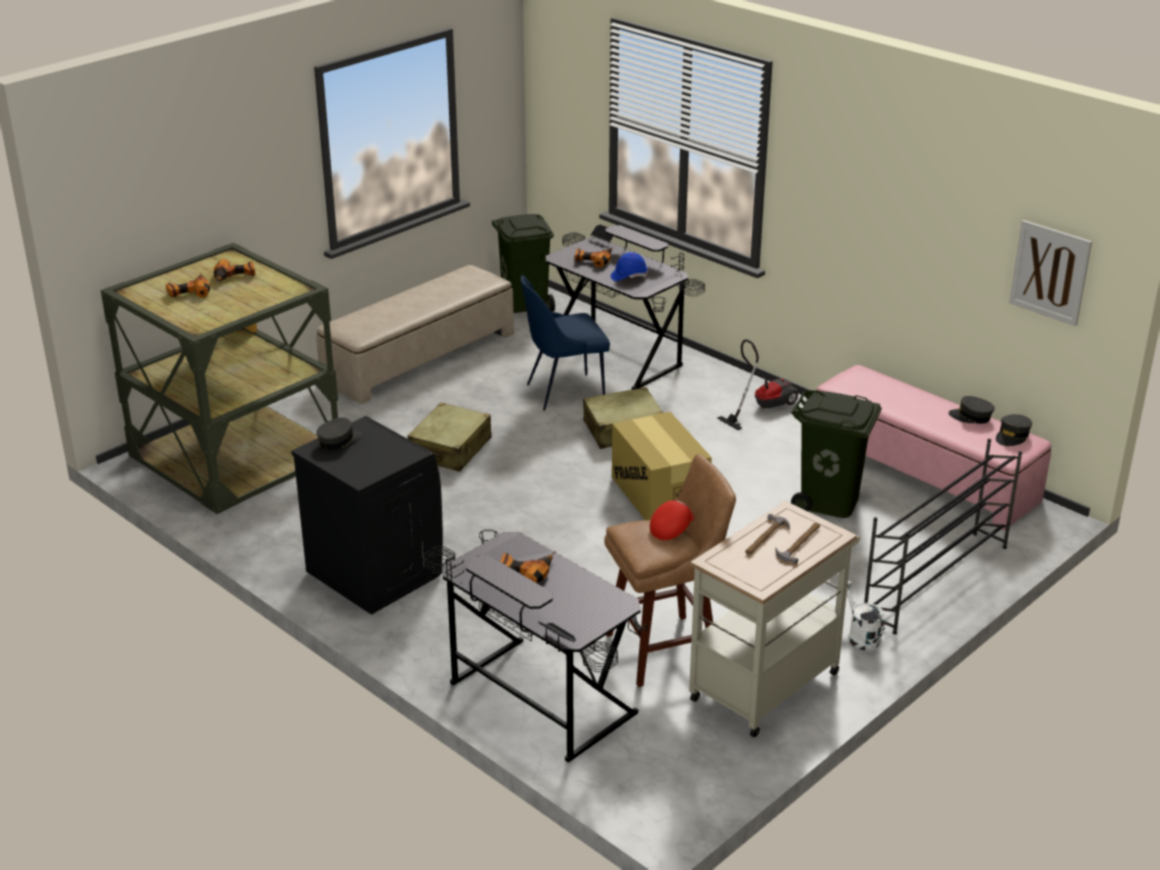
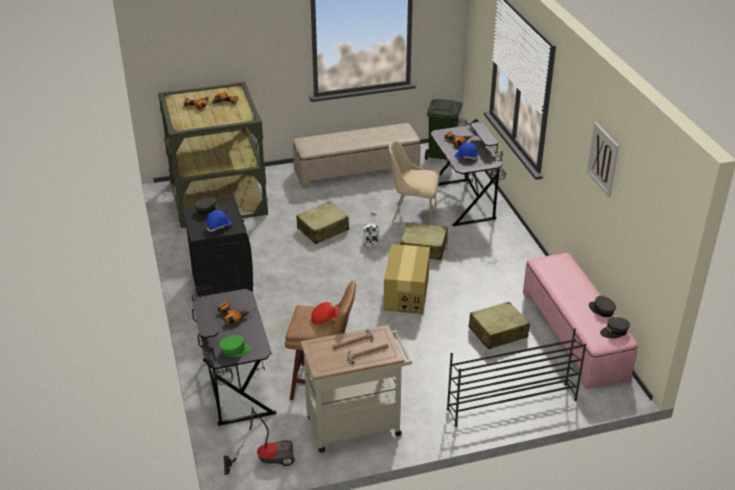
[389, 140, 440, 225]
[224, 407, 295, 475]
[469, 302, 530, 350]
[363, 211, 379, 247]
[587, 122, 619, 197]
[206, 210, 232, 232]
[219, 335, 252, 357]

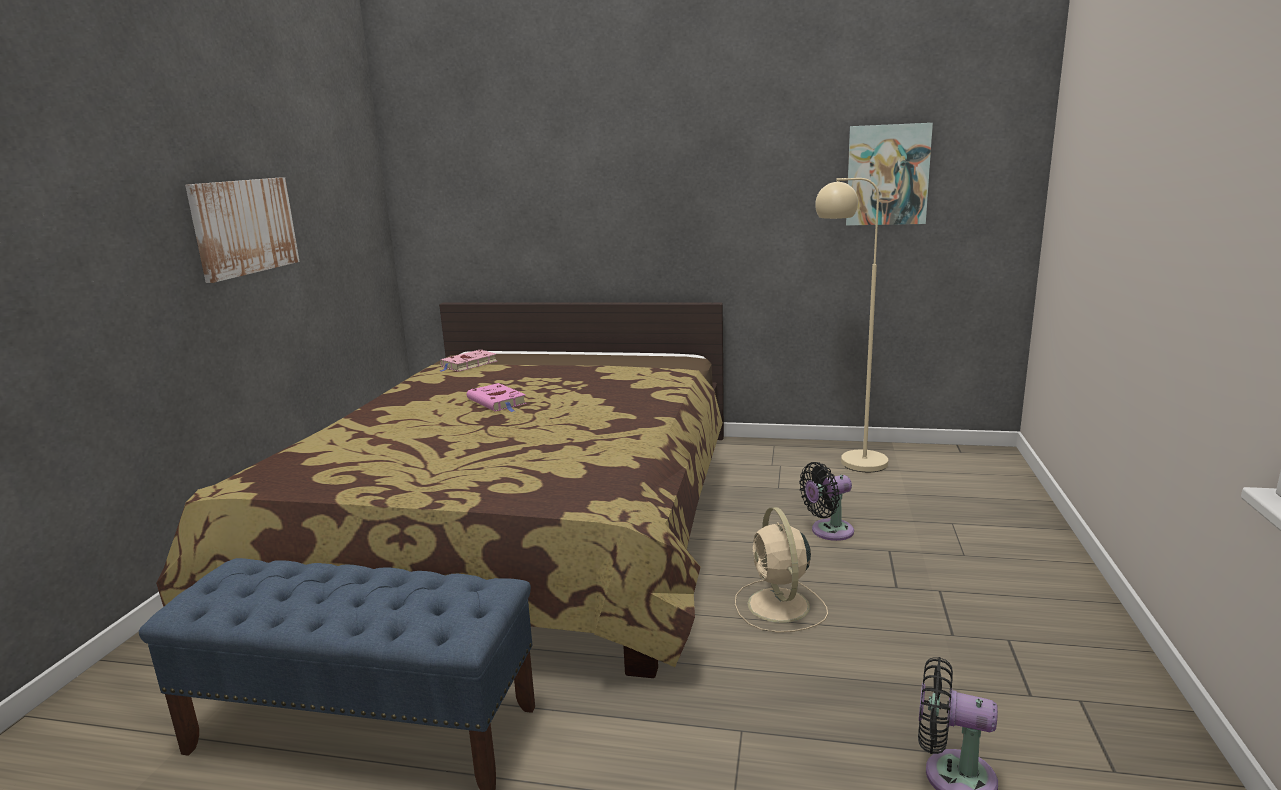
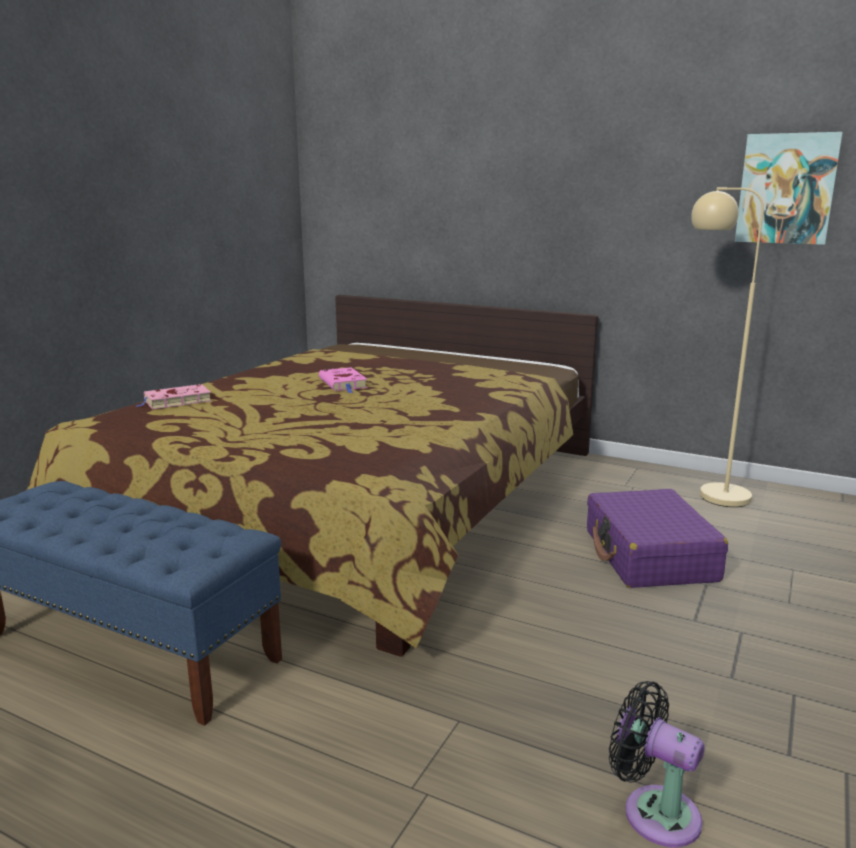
[185, 177, 300, 283] (first image)
[136, 384, 212, 409]
[735, 507, 828, 633] (first image)
[587, 489, 728, 588]

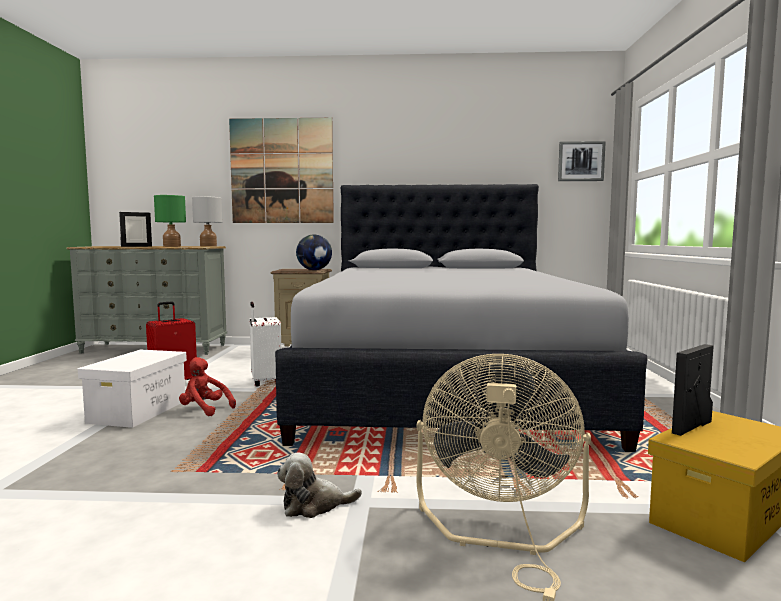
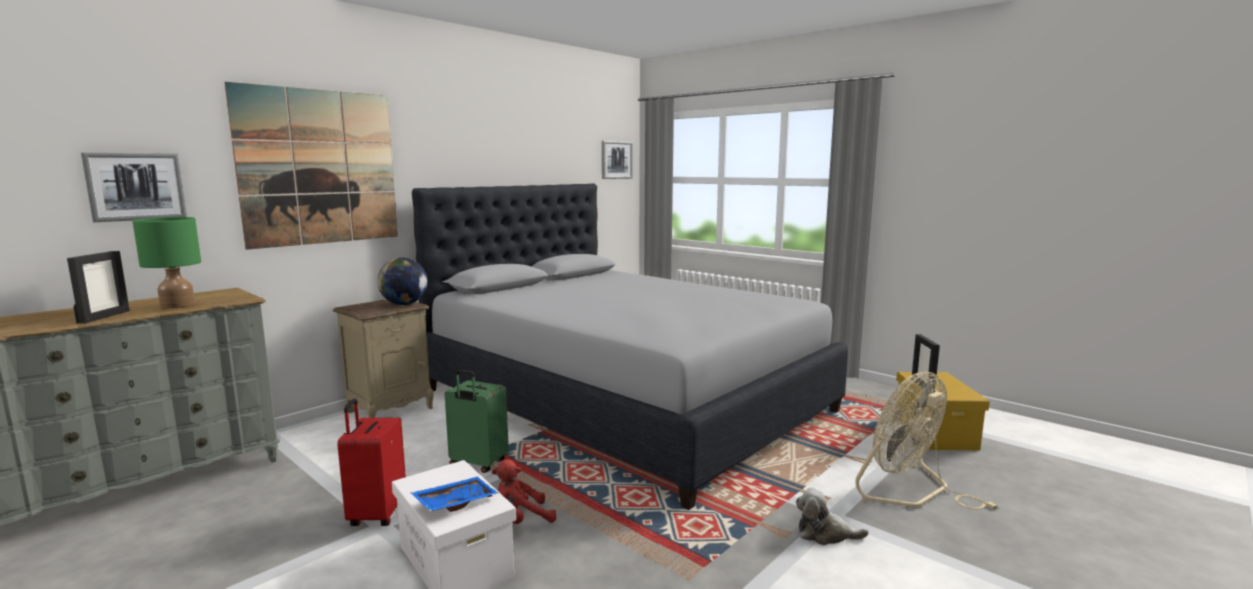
[192, 196, 222, 246] (first image)
[445, 369, 509, 473]
[796, 488, 869, 545]
[81, 152, 187, 222]
[411, 477, 498, 512]

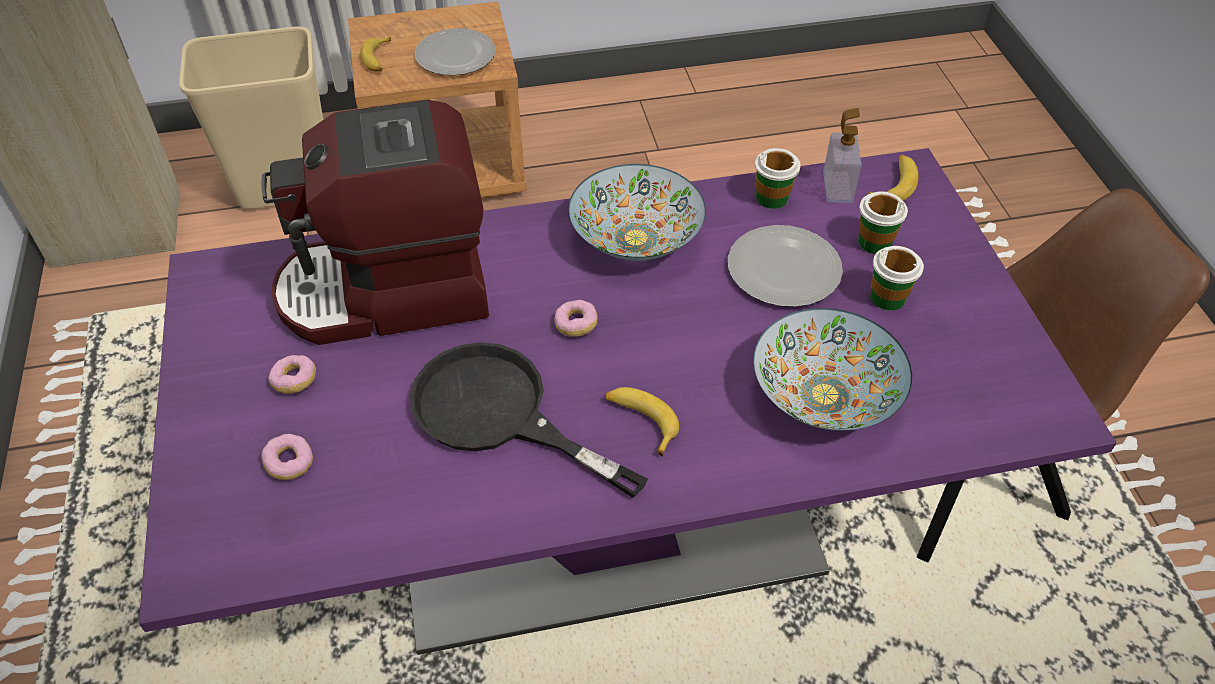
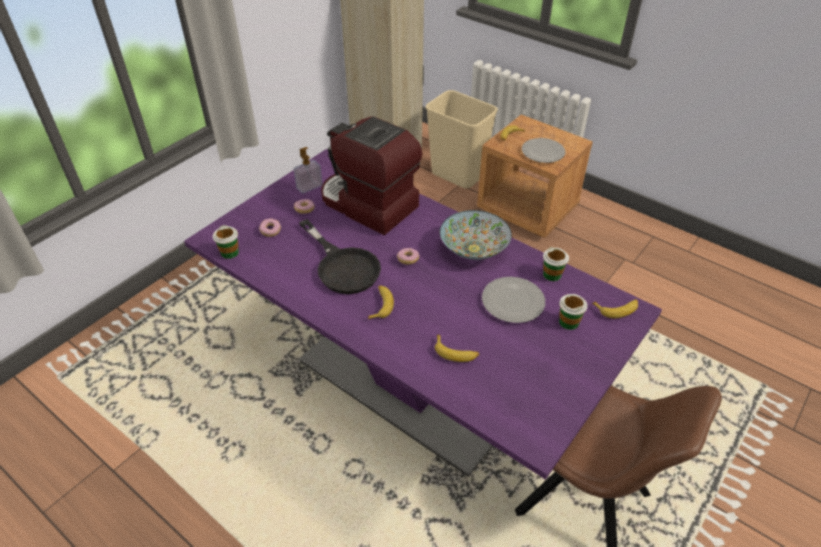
[299, 219, 381, 294]
[435, 334, 479, 362]
[293, 147, 323, 194]
[213, 225, 239, 259]

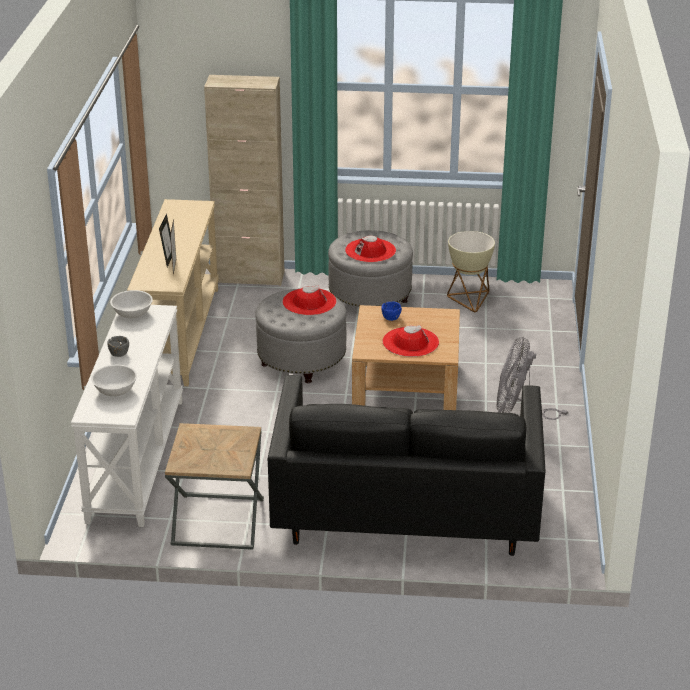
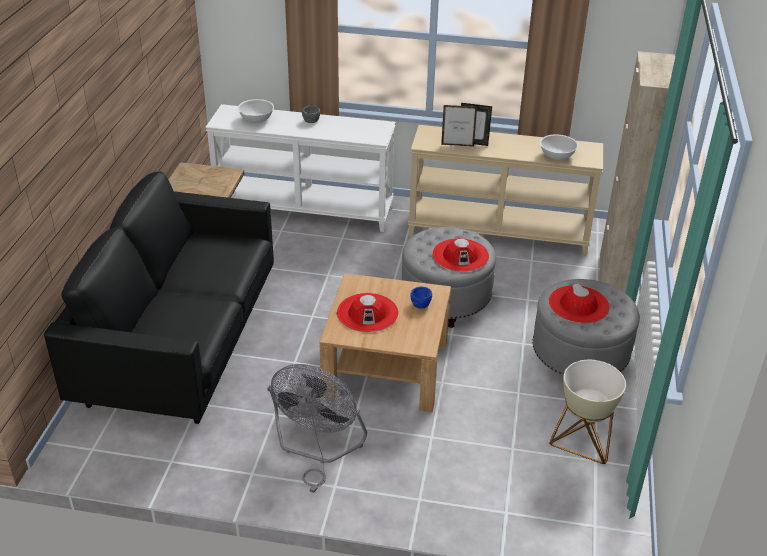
[540, 134, 578, 160]

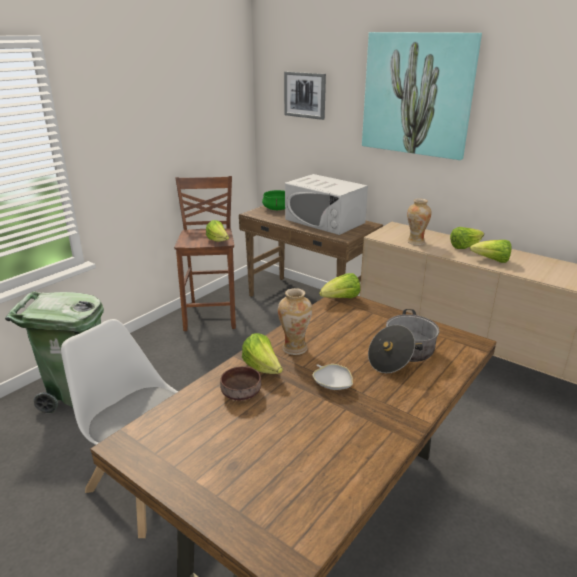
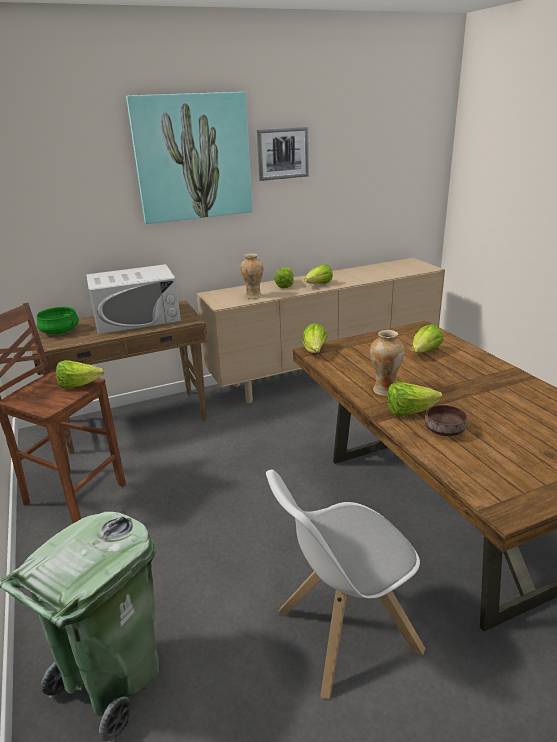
[257, 127, 309, 181]
[313, 364, 353, 390] (first image)
[412, 324, 444, 353]

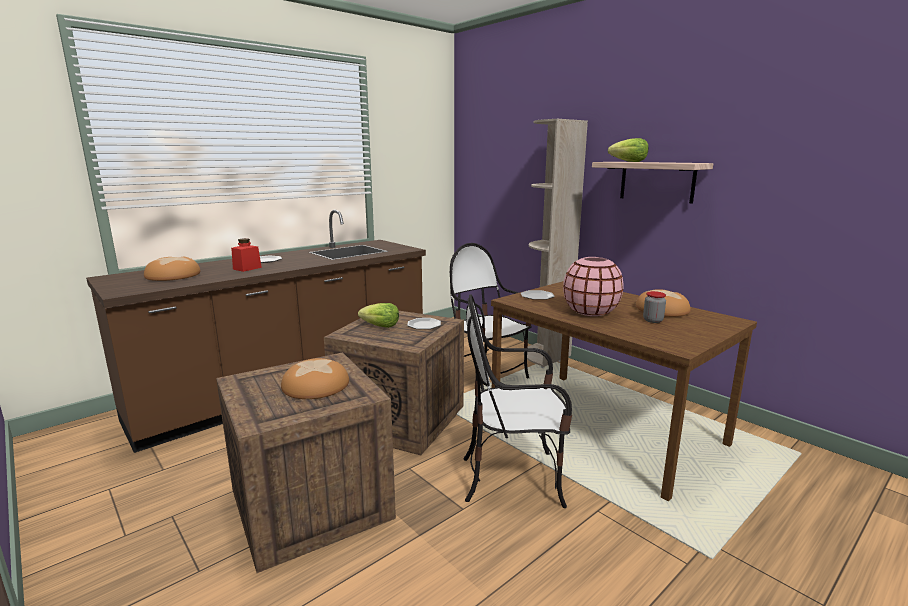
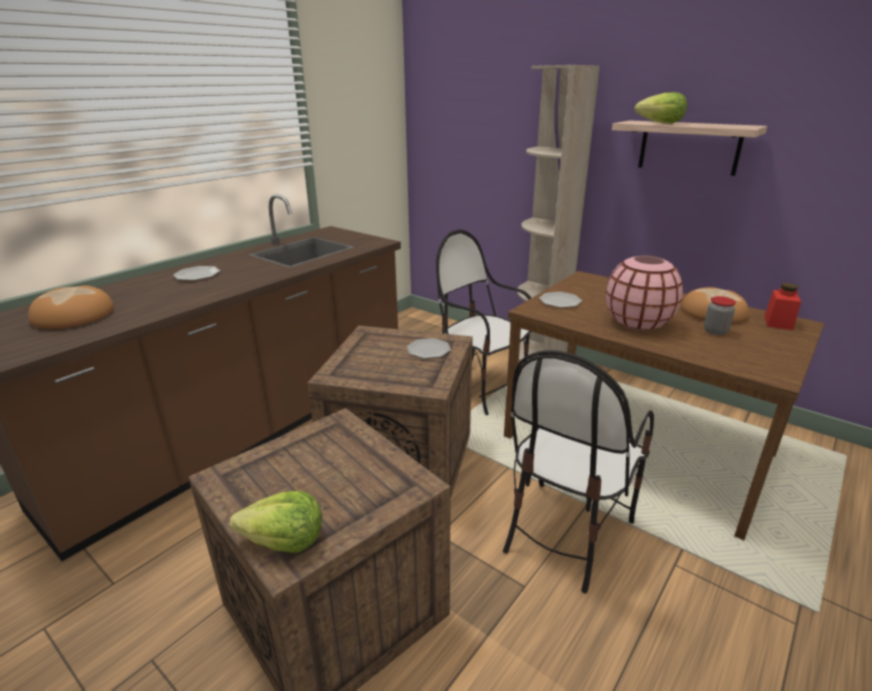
[764, 283, 801, 330]
[281, 358, 349, 399] (first image)
[230, 491, 322, 553]
[503, 350, 654, 593]

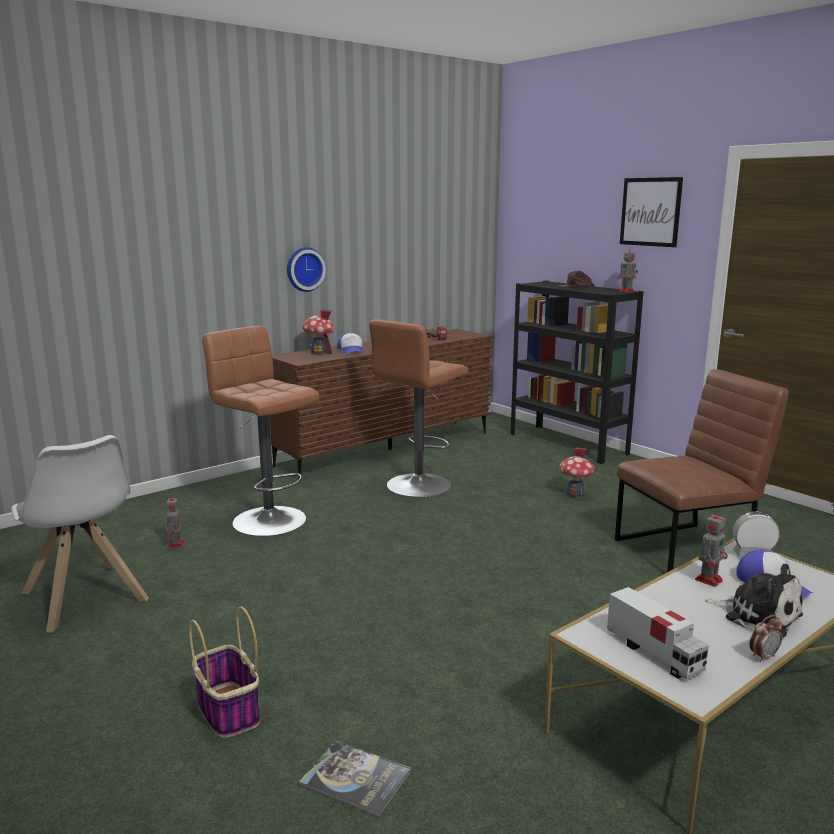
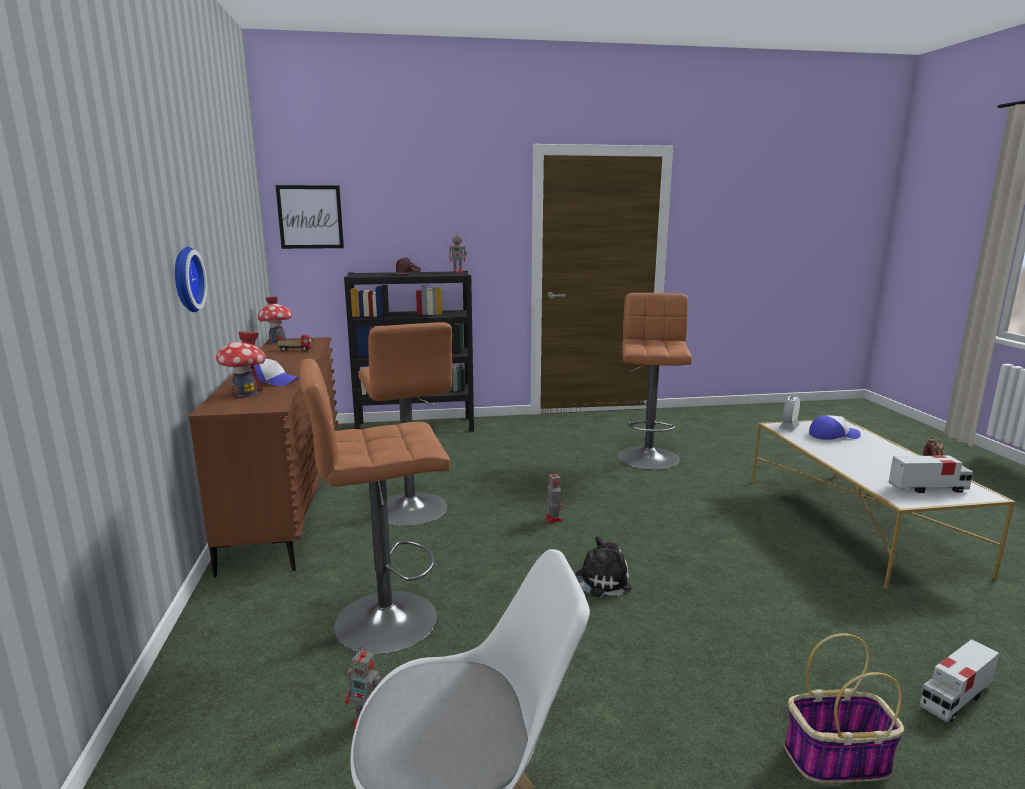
[919, 639, 1000, 722]
[258, 297, 292, 344]
[617, 293, 692, 470]
[275, 185, 344, 249]
[545, 473, 564, 523]
[576, 536, 632, 597]

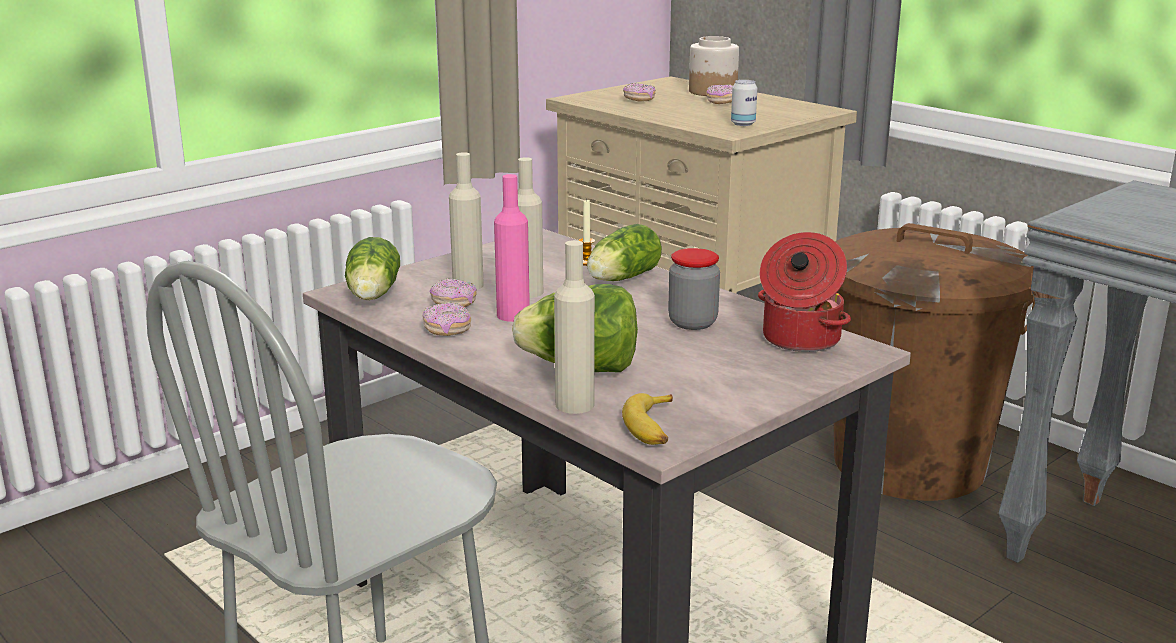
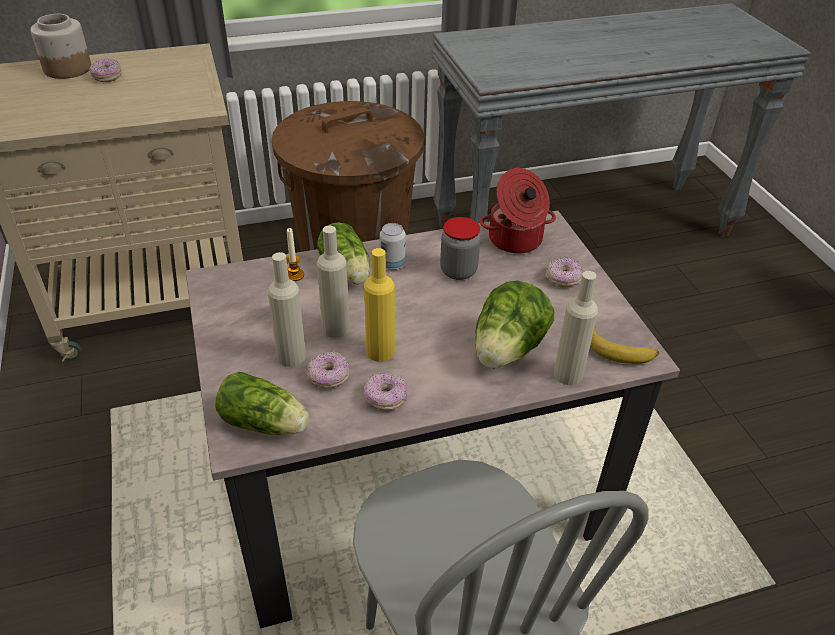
[364, 248, 395, 362]
[546, 258, 583, 286]
[380, 223, 406, 270]

